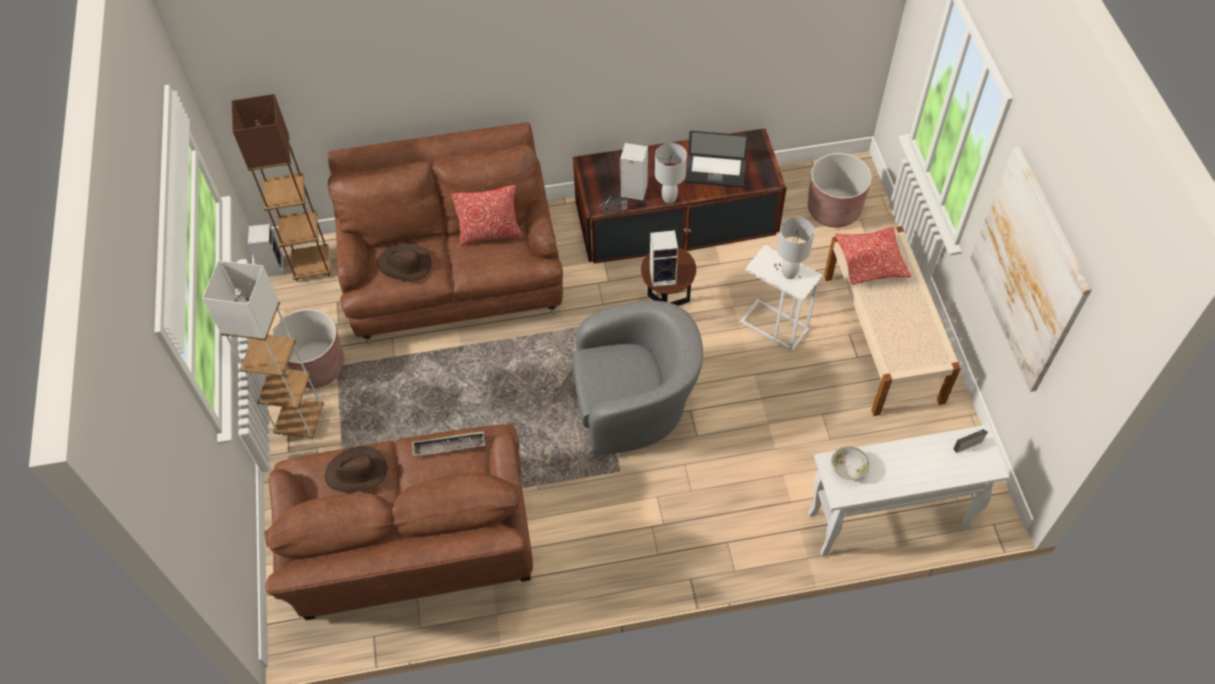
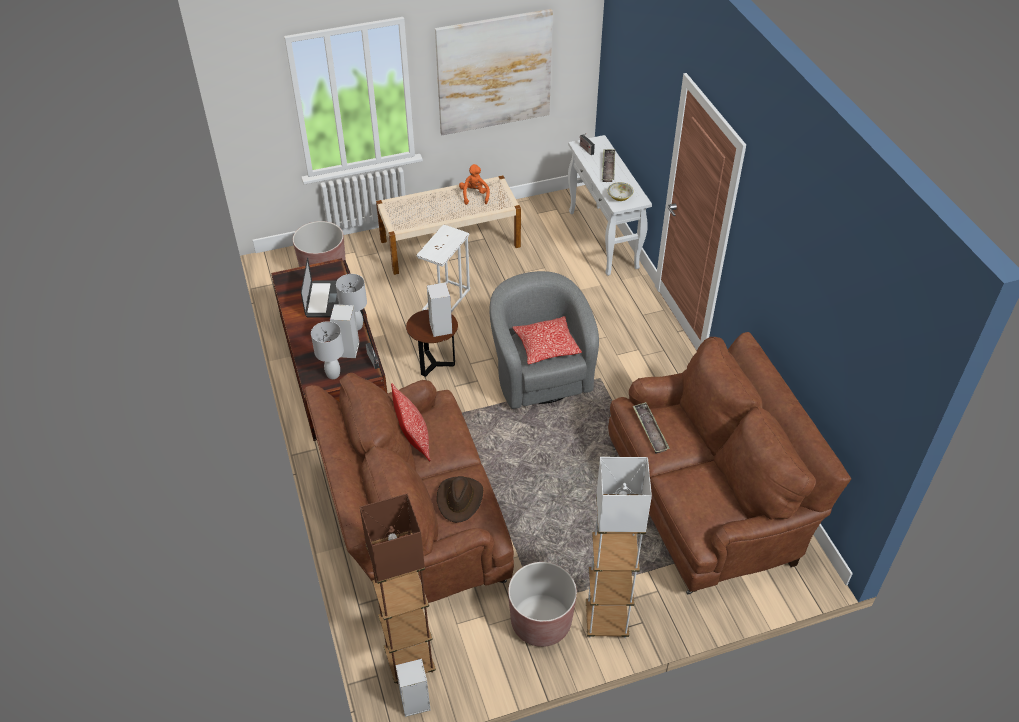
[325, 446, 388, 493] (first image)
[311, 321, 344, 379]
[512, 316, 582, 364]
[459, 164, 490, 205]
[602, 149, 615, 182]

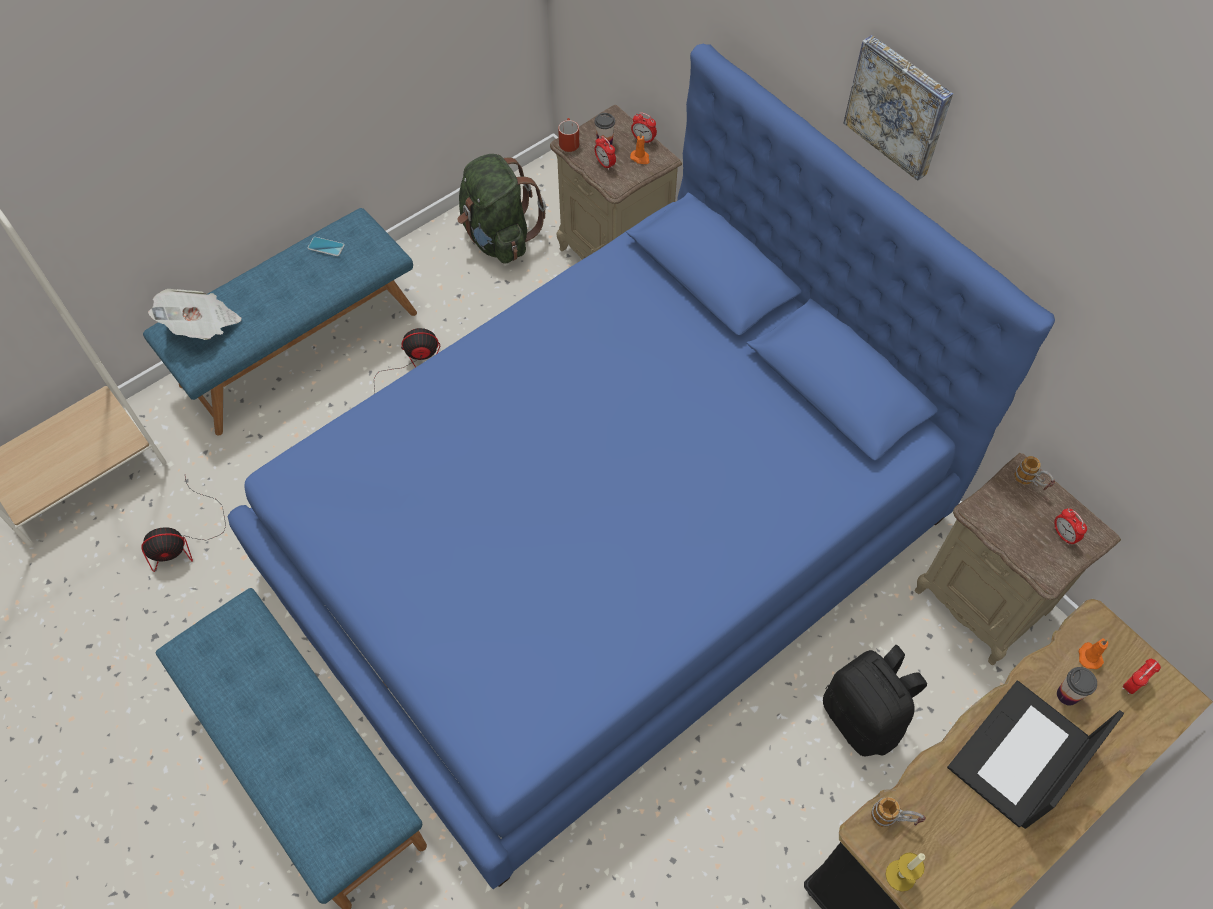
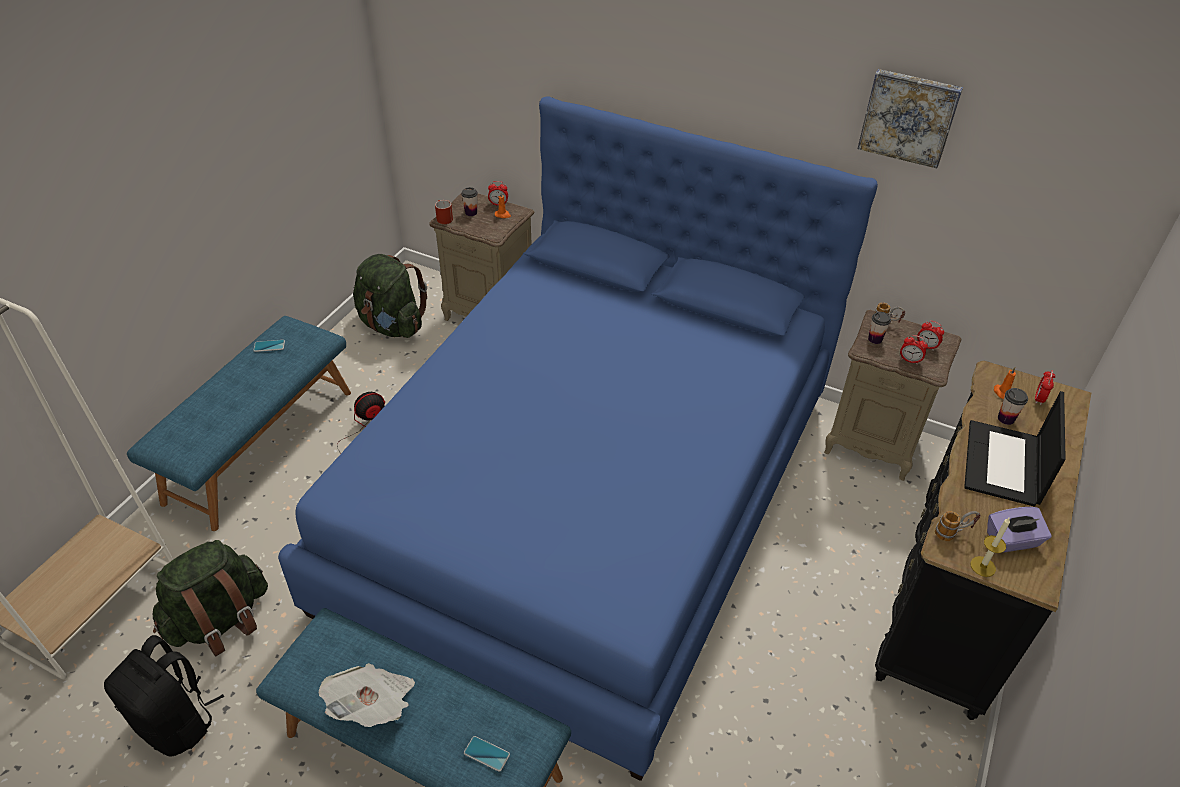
[153, 540, 268, 656]
[319, 663, 415, 727]
[900, 335, 928, 364]
[104, 635, 224, 757]
[858, 69, 963, 168]
[464, 736, 510, 772]
[868, 312, 891, 344]
[987, 507, 1052, 552]

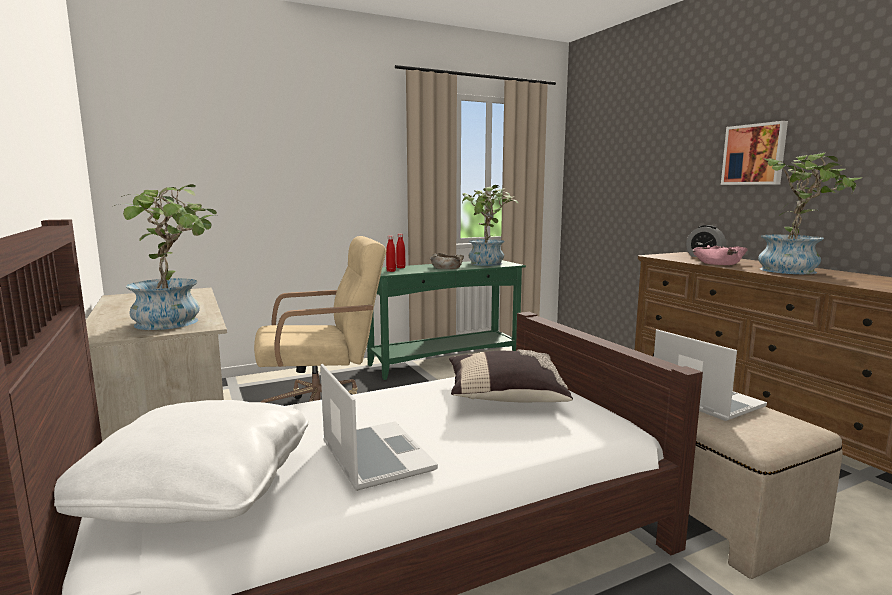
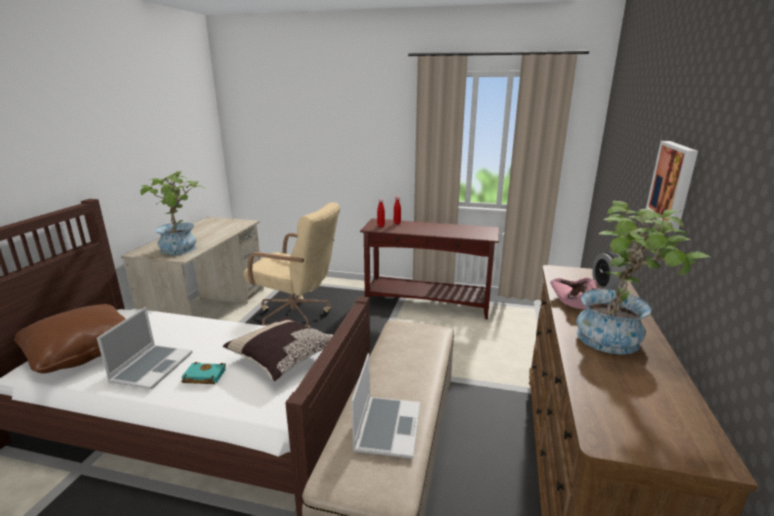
[14, 304, 126, 373]
[360, 218, 499, 319]
[430, 253, 464, 269] (first image)
[462, 185, 518, 266] (first image)
[181, 362, 226, 384]

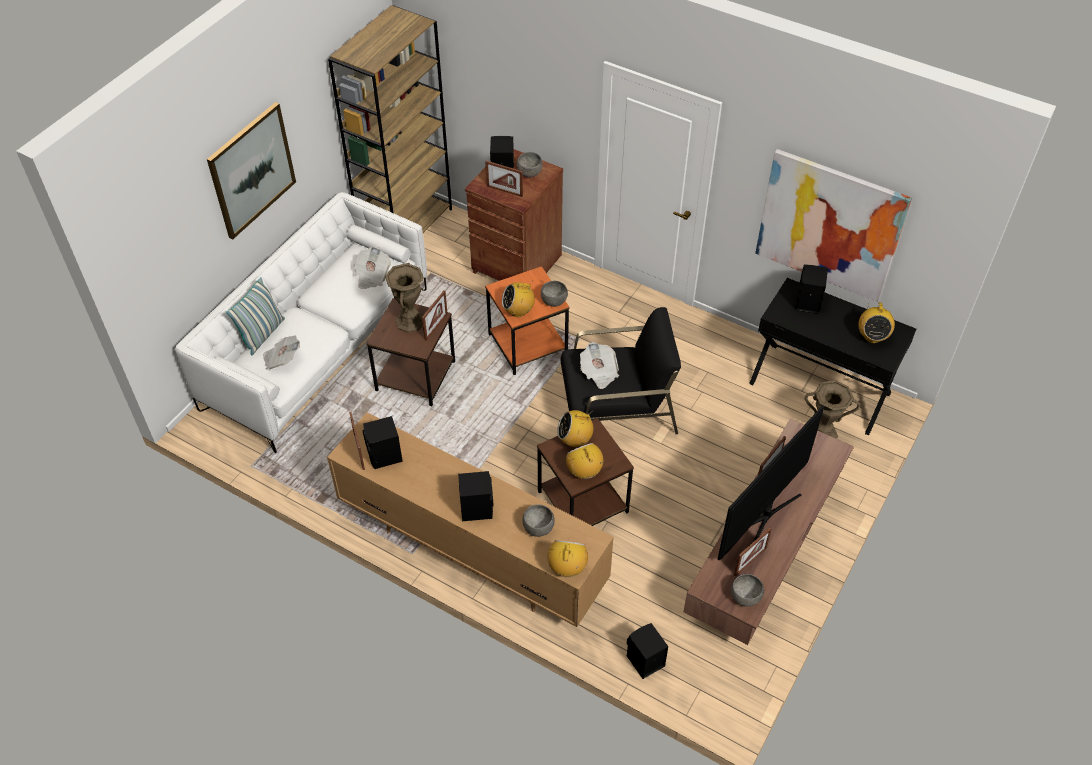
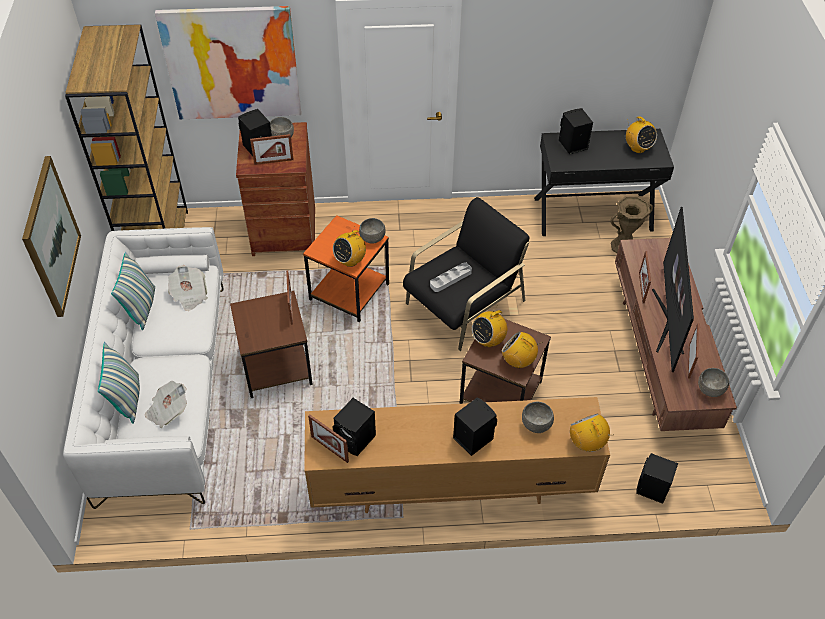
[385, 263, 424, 333] (first image)
[430, 262, 472, 292]
[155, 6, 301, 119]
[111, 252, 155, 330]

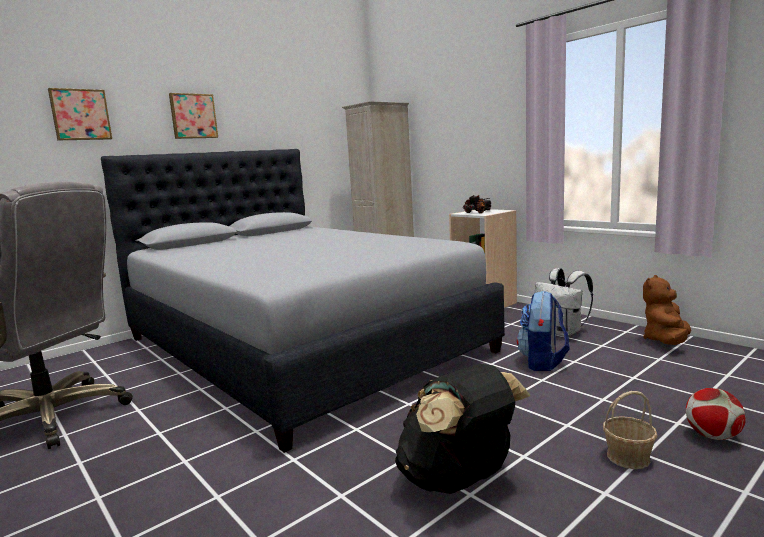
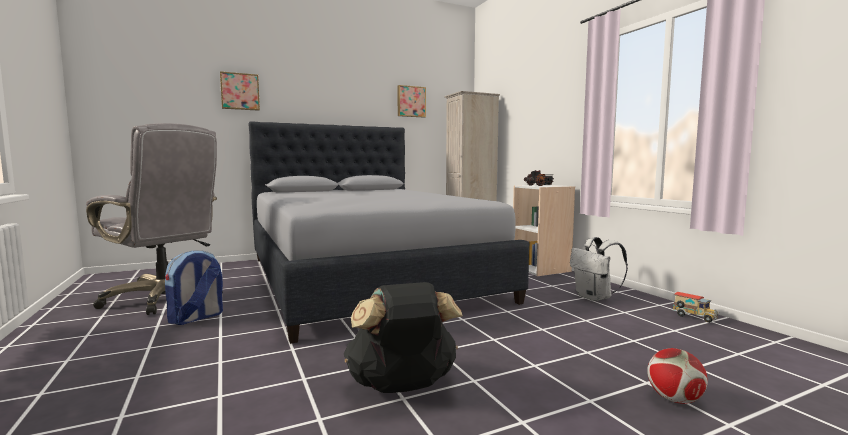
[397, 85, 426, 118]
[165, 250, 223, 325]
[603, 391, 657, 469] (first image)
[673, 292, 720, 323]

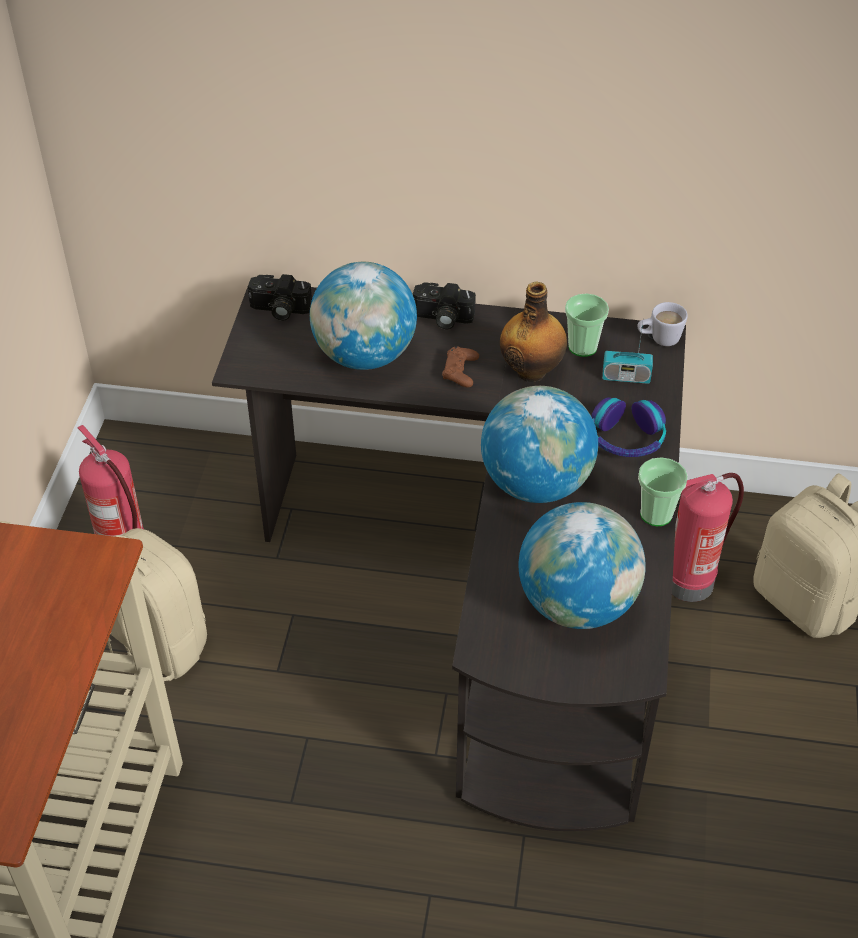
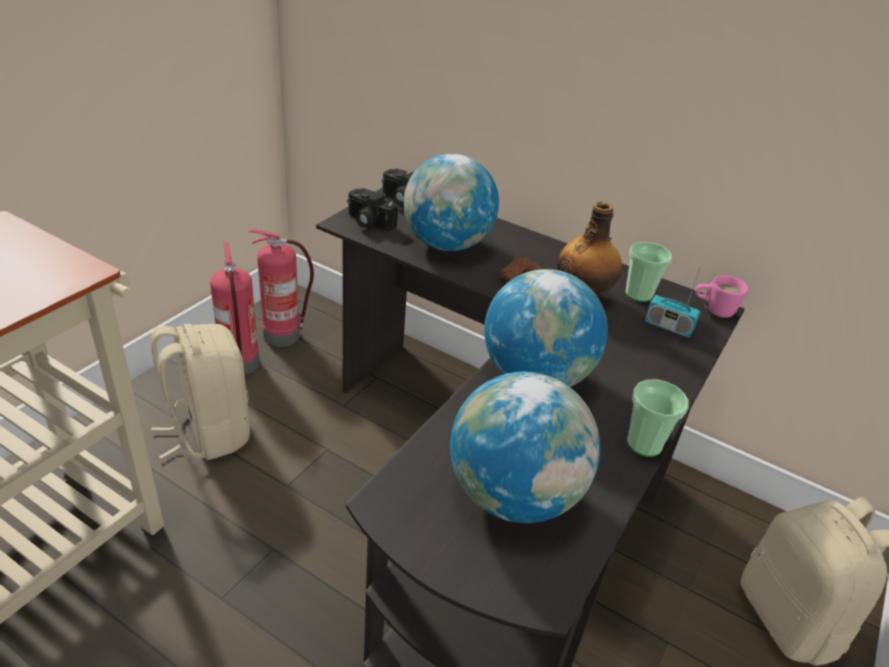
[347, 188, 398, 231]
[591, 397, 666, 457] (first image)
[696, 275, 748, 318]
[248, 229, 314, 347]

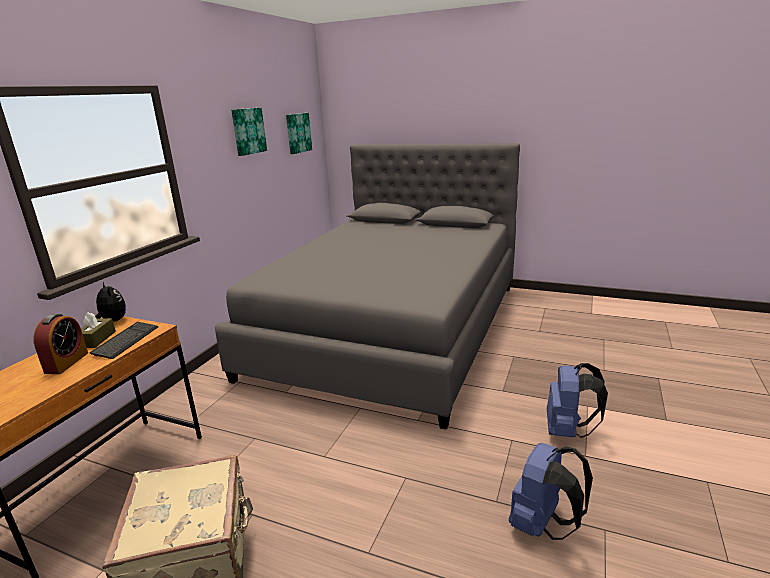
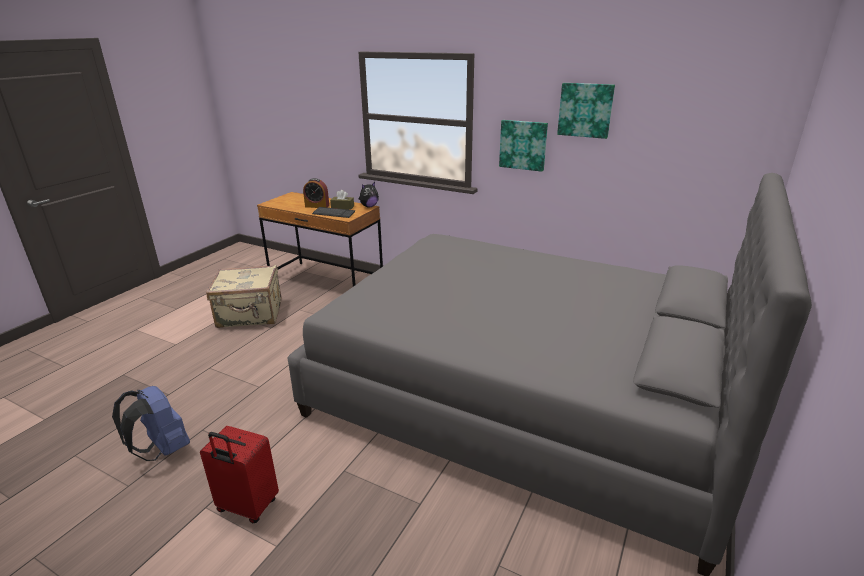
[499, 120, 548, 172]
[200, 426, 279, 523]

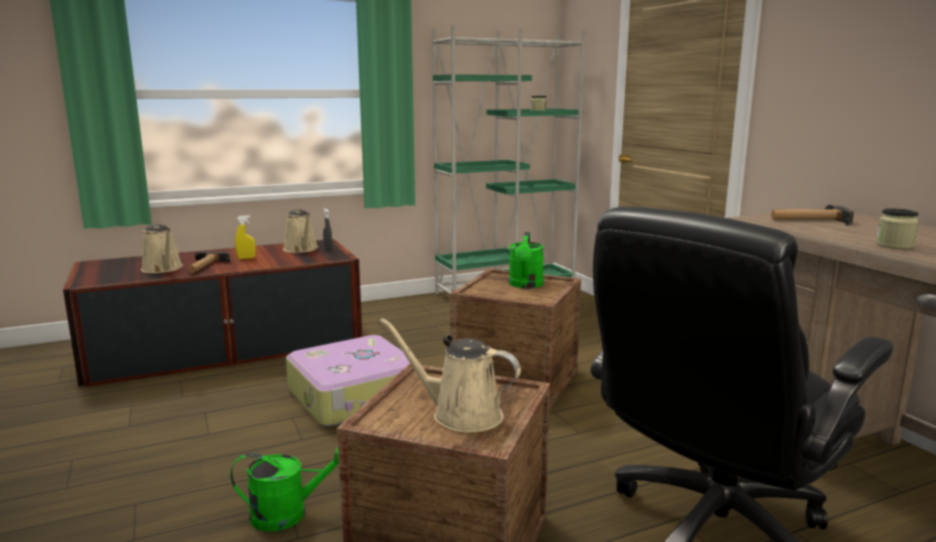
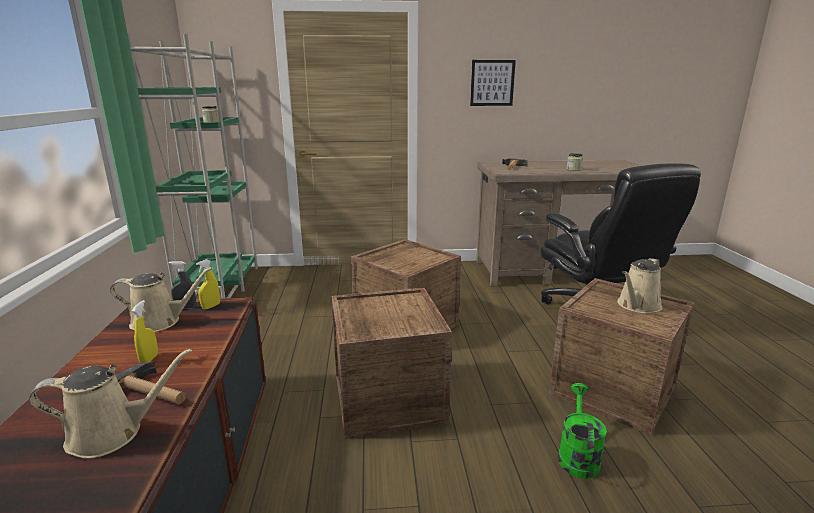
[331, 288, 452, 439]
[509, 232, 544, 288] (first image)
[196, 259, 220, 310]
[470, 60, 516, 106]

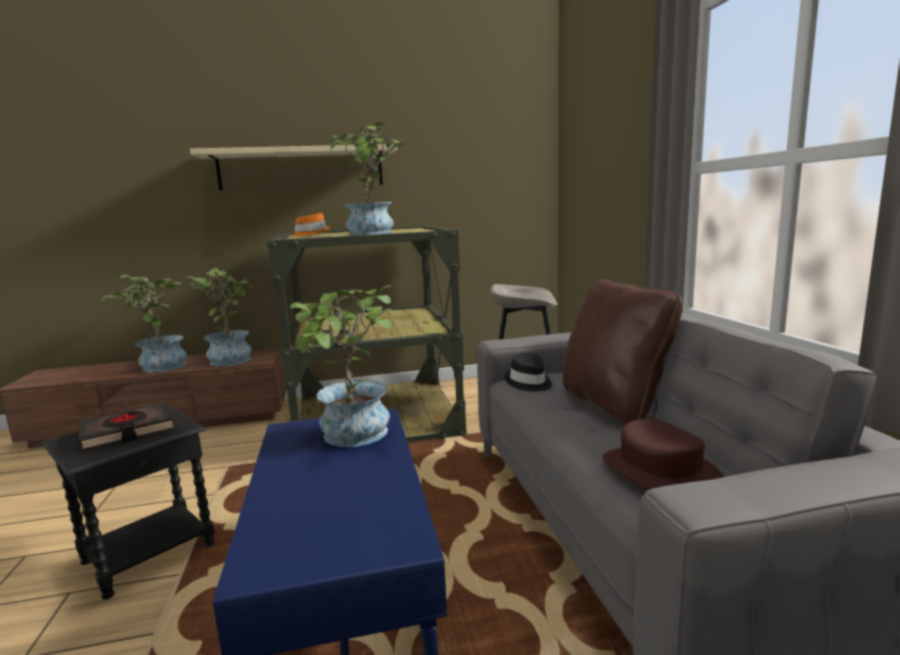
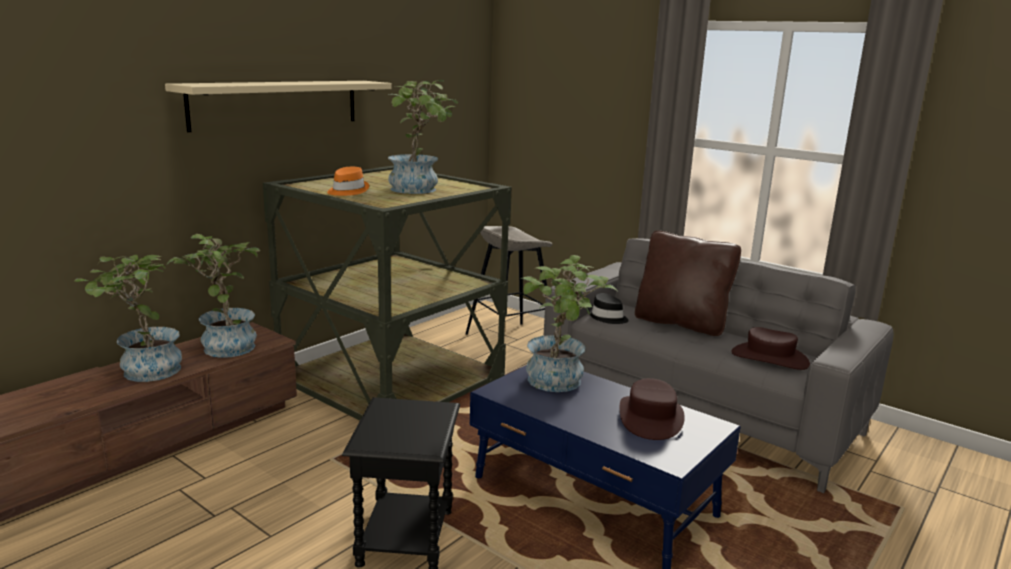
[79, 402, 175, 451] (first image)
[620, 378, 685, 440]

